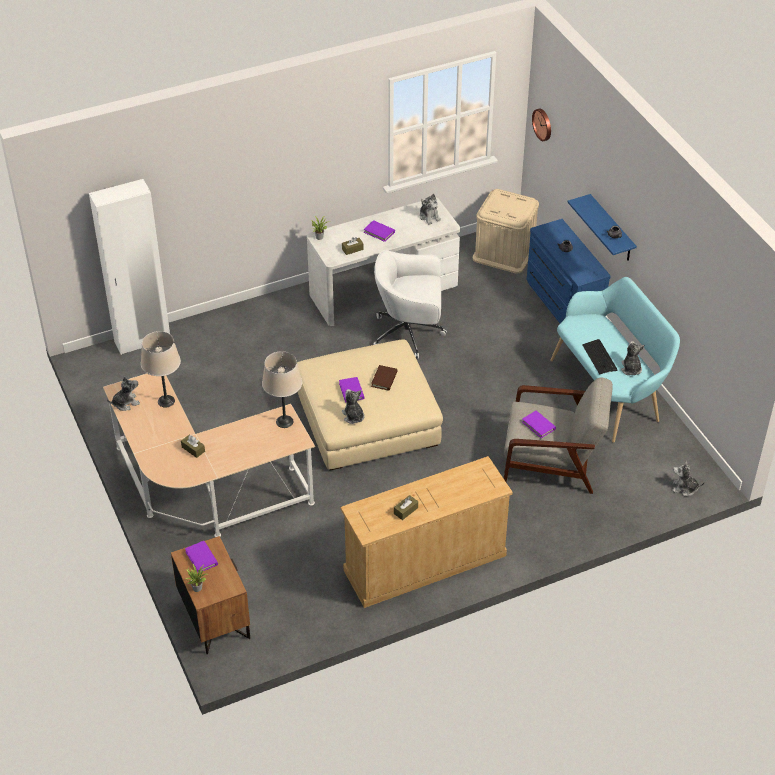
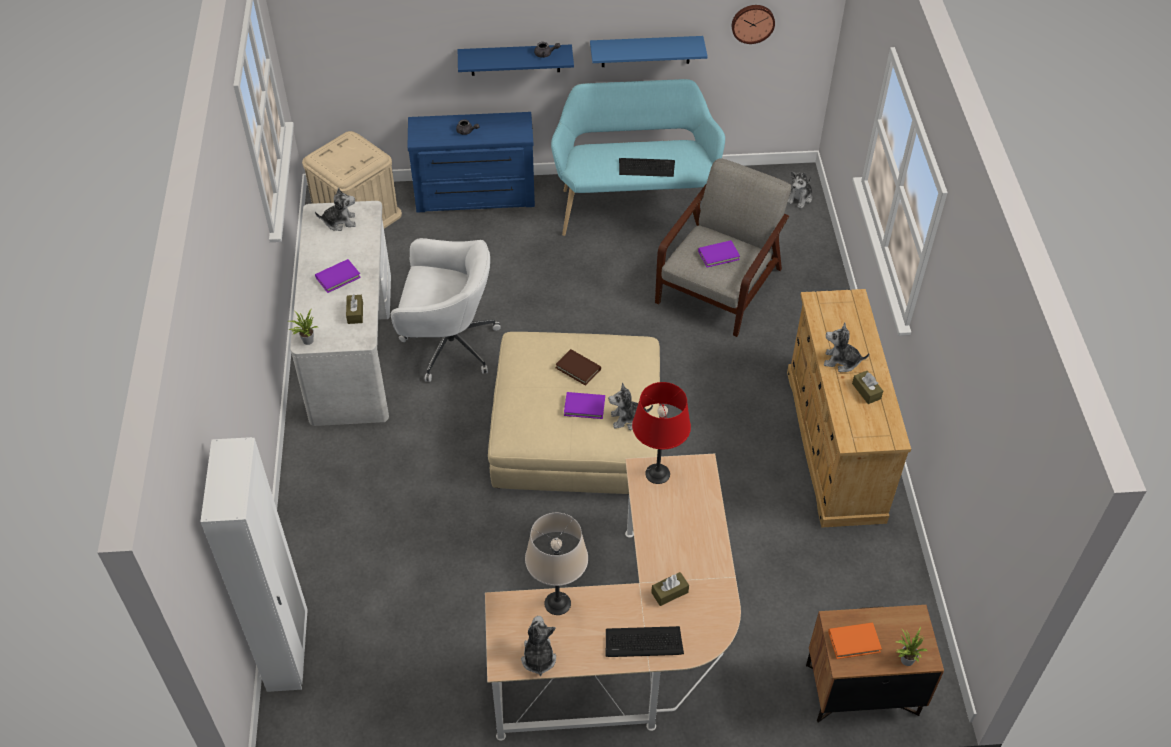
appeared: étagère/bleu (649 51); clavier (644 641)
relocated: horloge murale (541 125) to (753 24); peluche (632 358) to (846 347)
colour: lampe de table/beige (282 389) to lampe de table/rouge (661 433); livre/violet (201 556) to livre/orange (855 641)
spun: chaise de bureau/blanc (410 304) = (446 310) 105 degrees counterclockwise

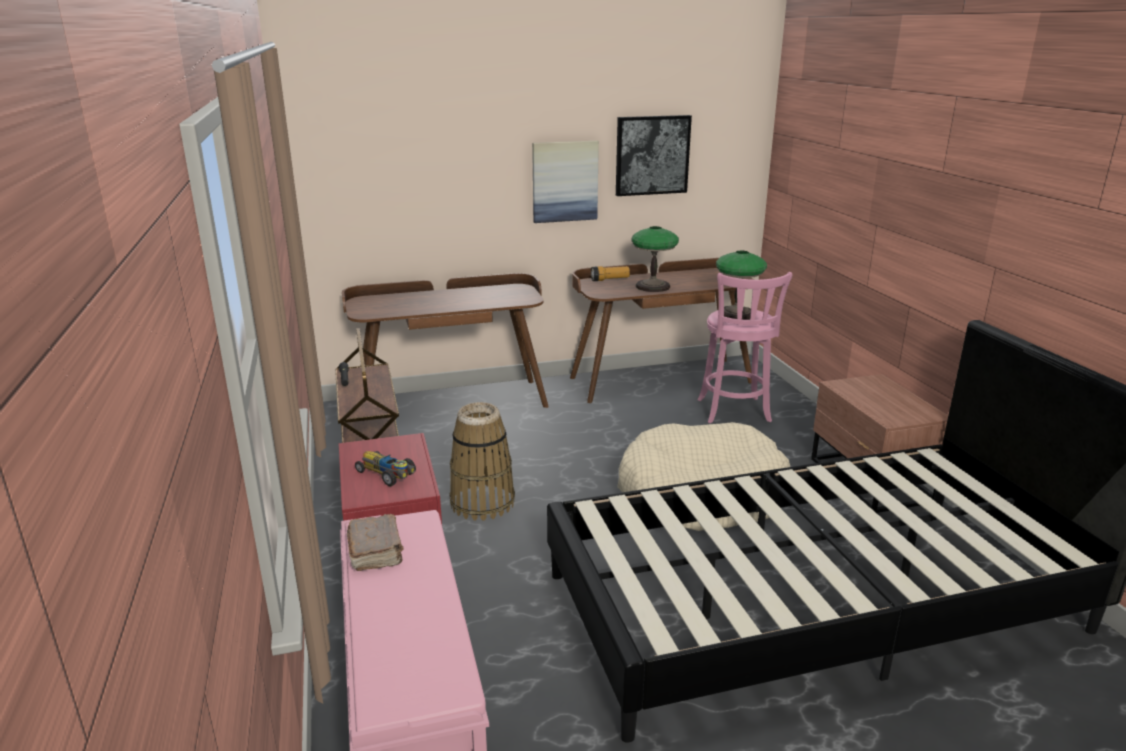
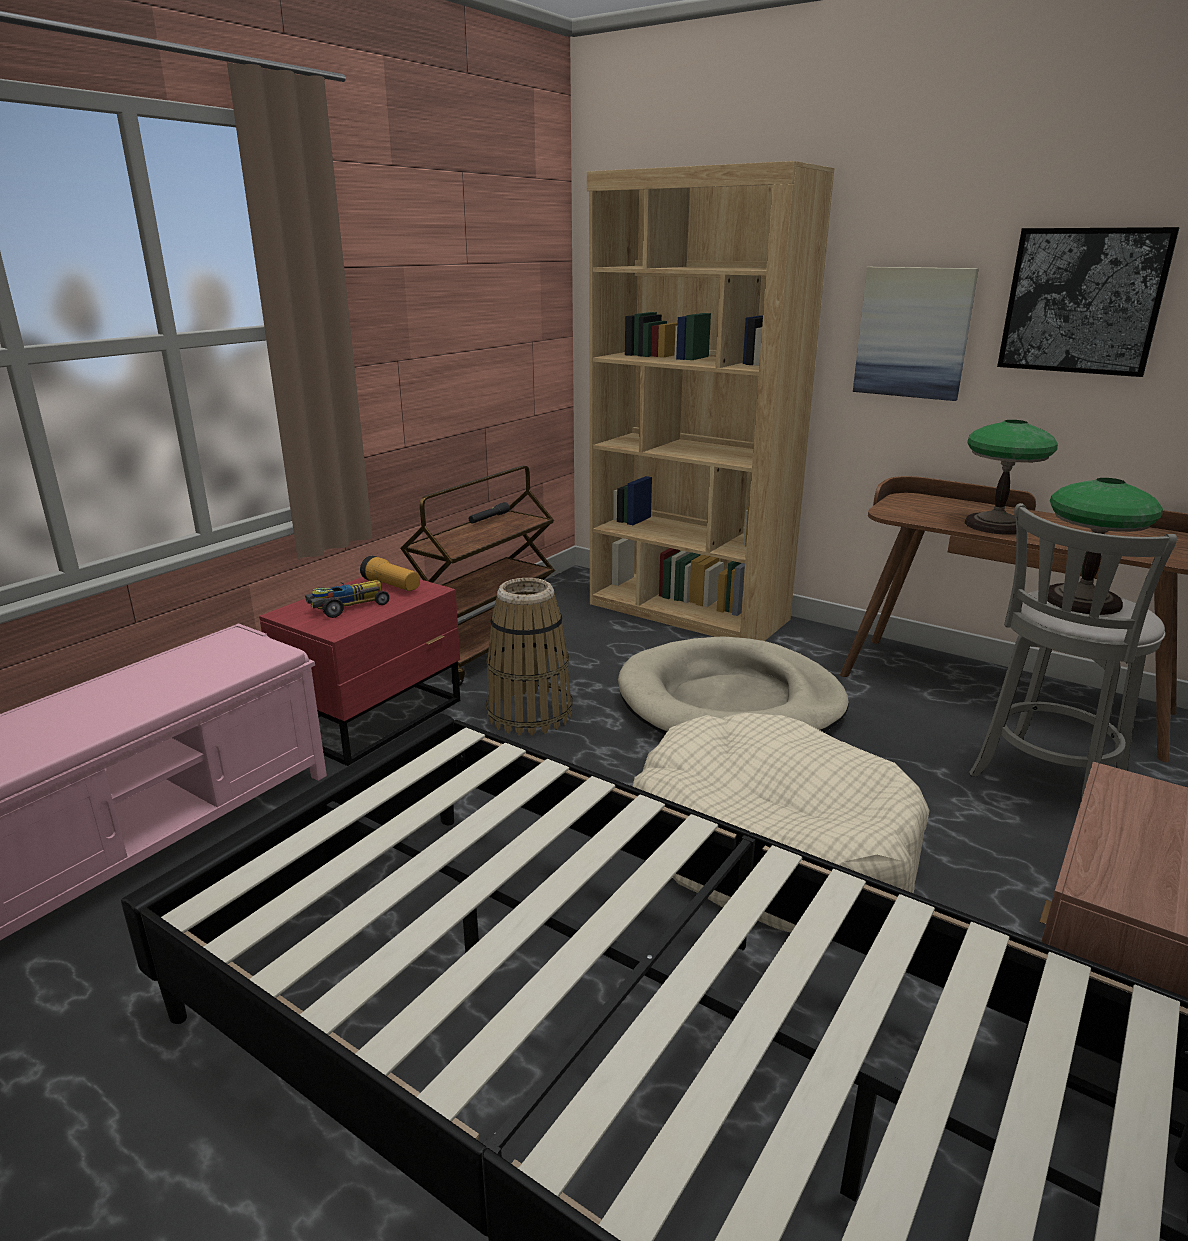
missing: livre/marron (375 542)
appeared: panier pour chien/beige (733 685)
relocated: lampe de poche (610 273) to (390 573)
exchanged: bureau/marron (445 340) to bibliothèque/marron (711 401)
colour: tabouret/rose (745 347) to tabouret/gris (1073 651)
spun: petite voiture (385 469) = (347 599) 60 degrees clockwise

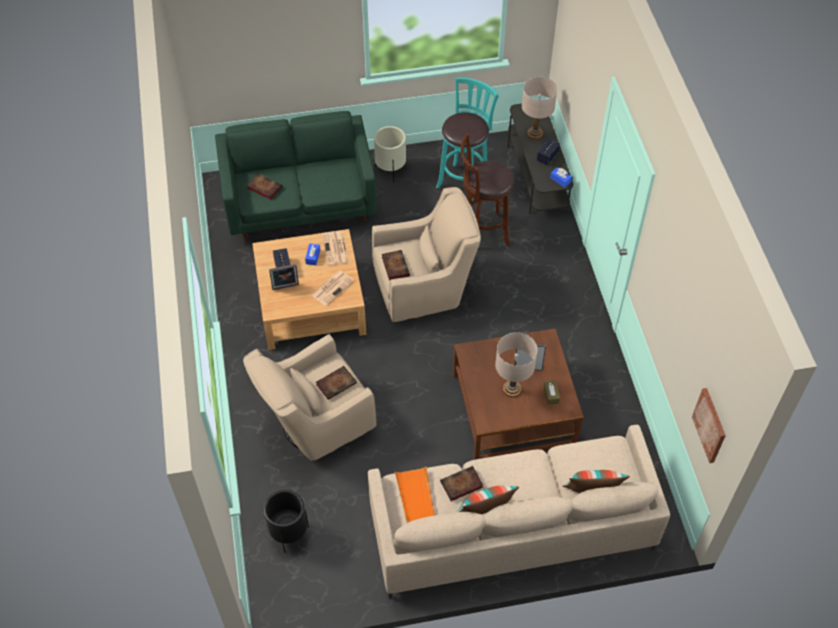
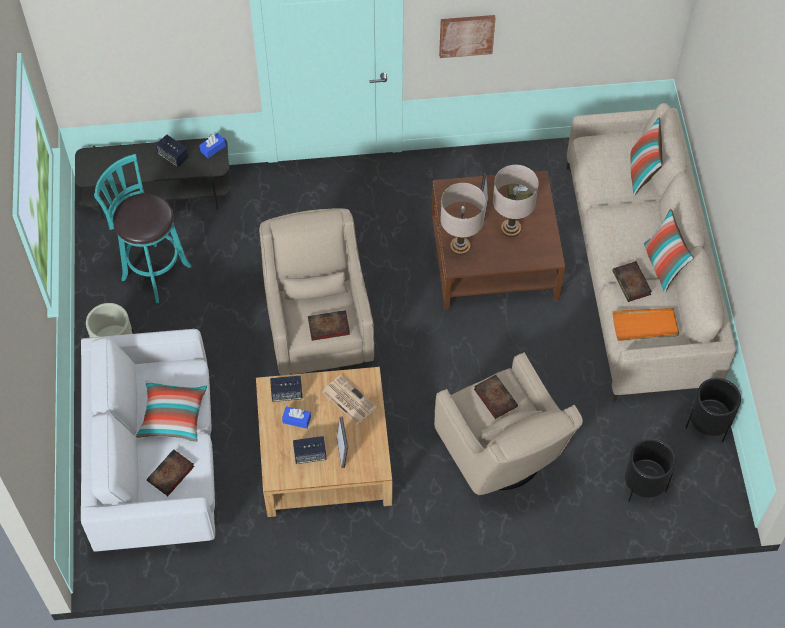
missing: tabouret/marron (487 189)
appeared: coussin (171 411); cache-pot/noir (713 410)
relocated: tableau (709 425) to (467 36); lampe de table/beige (539 108) to (463 219)
exchanged: journal (335 248) to enceinte (286 389)
colour: canapé/vert (296 175) to canapé/blanc (148 440)

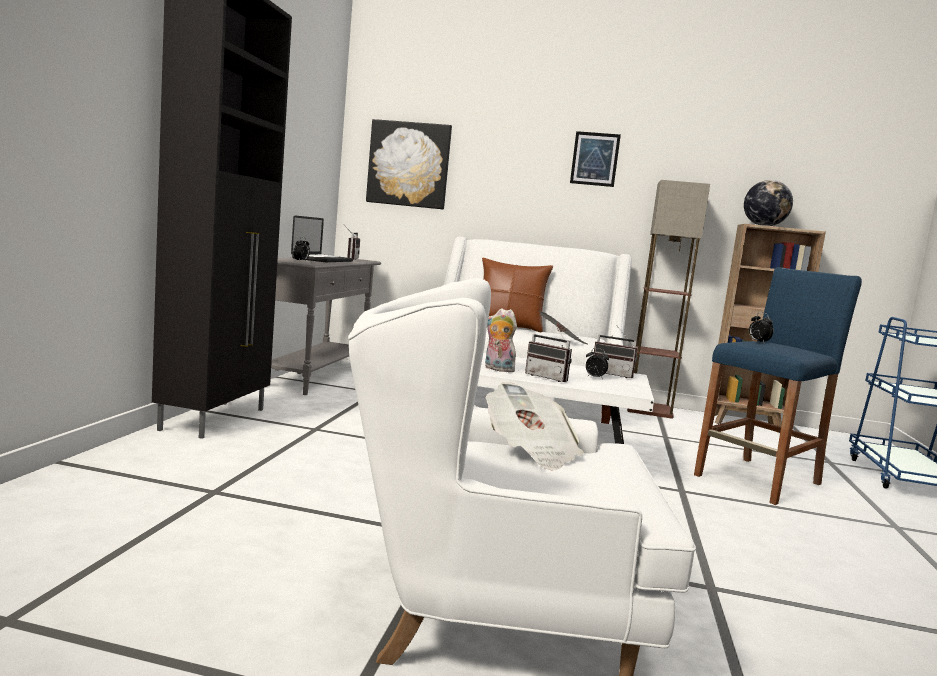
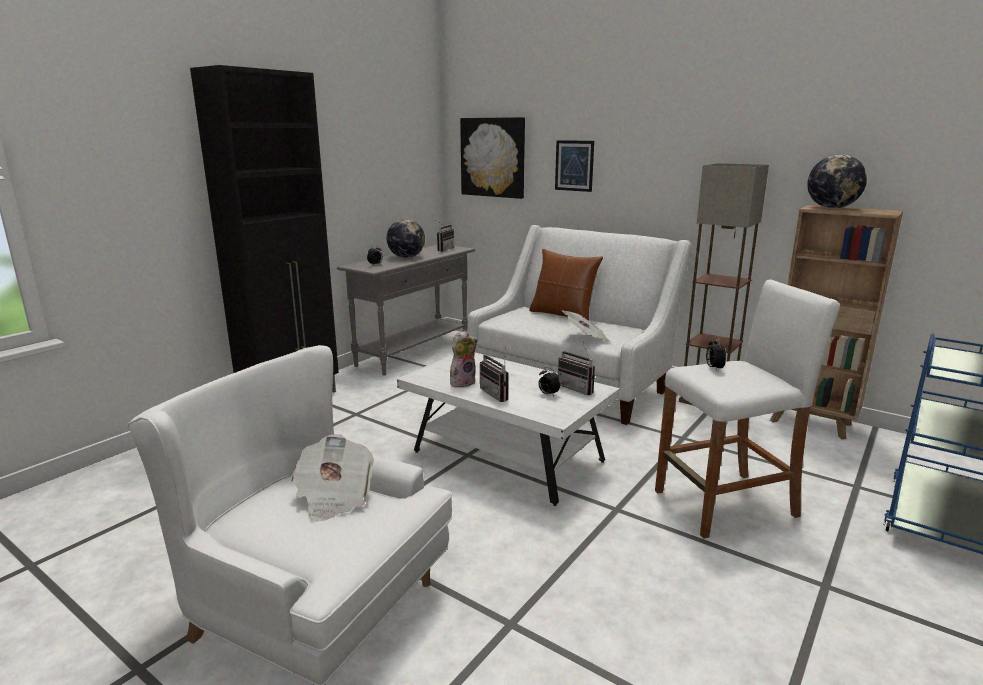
relocated: tableau (595 159) to (574 166)
exchanged: ordinateur portable (322 238) to globe (406 238)
colour: tabouret/bleu (778 386) to tabouret/blanc (747 409)
spun: peluche (501 340) = (464 359) 90 degrees clockwise

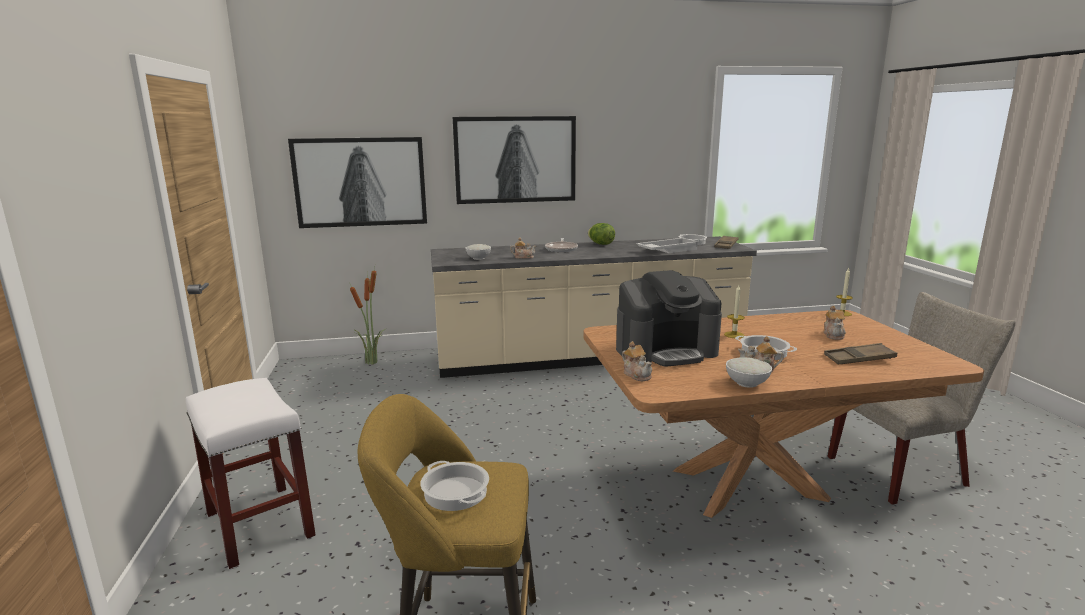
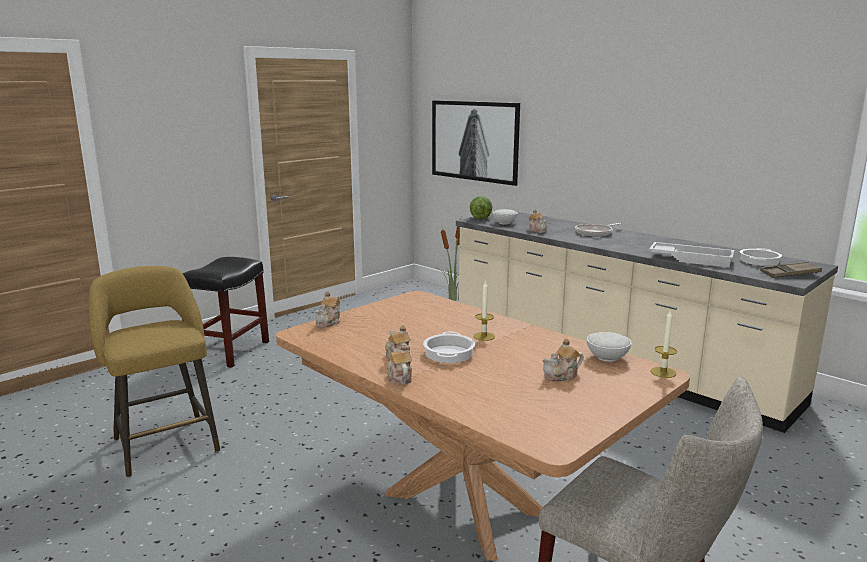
missing: marmite (454 486); tableau (514 160); machine à café (669 318); plateau/marron (860 353)
appeared: théière (399 364)
relocated: laitue (601 234) to (481 207); bol/blanc (749 372) to (609 347)
colour: tabouret/blanc (251 474) to tabouret/noir (225 312)

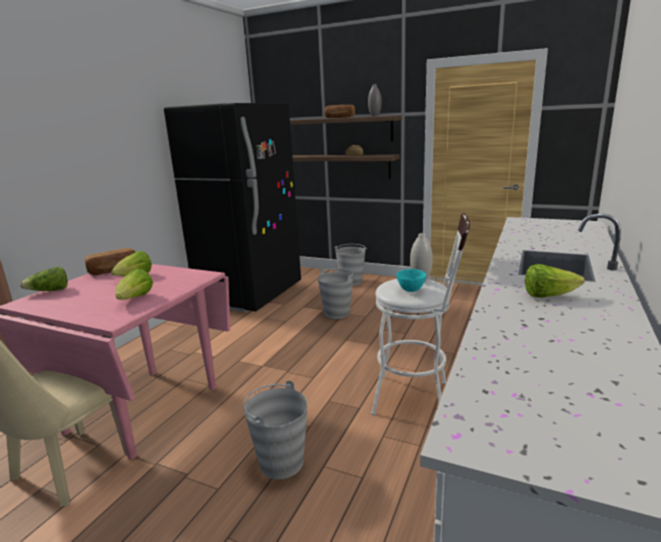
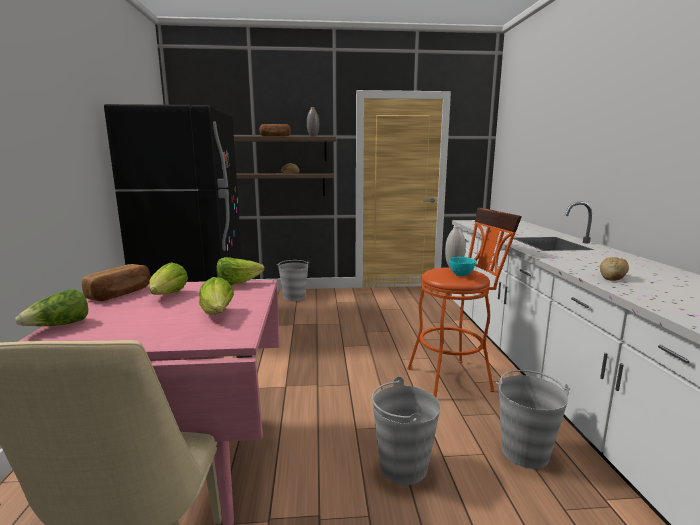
appeared: pain (614 269)
relocated: laitue (555 281) to (241 271); seau/gris (335 293) to (533 419)
colour: tabouret/blanc (420 314) to tabouret/orange (464 302)

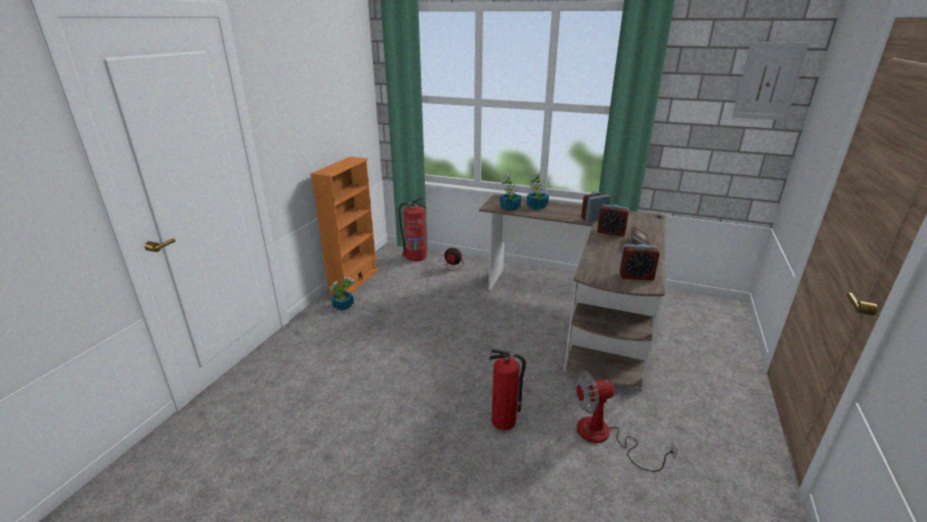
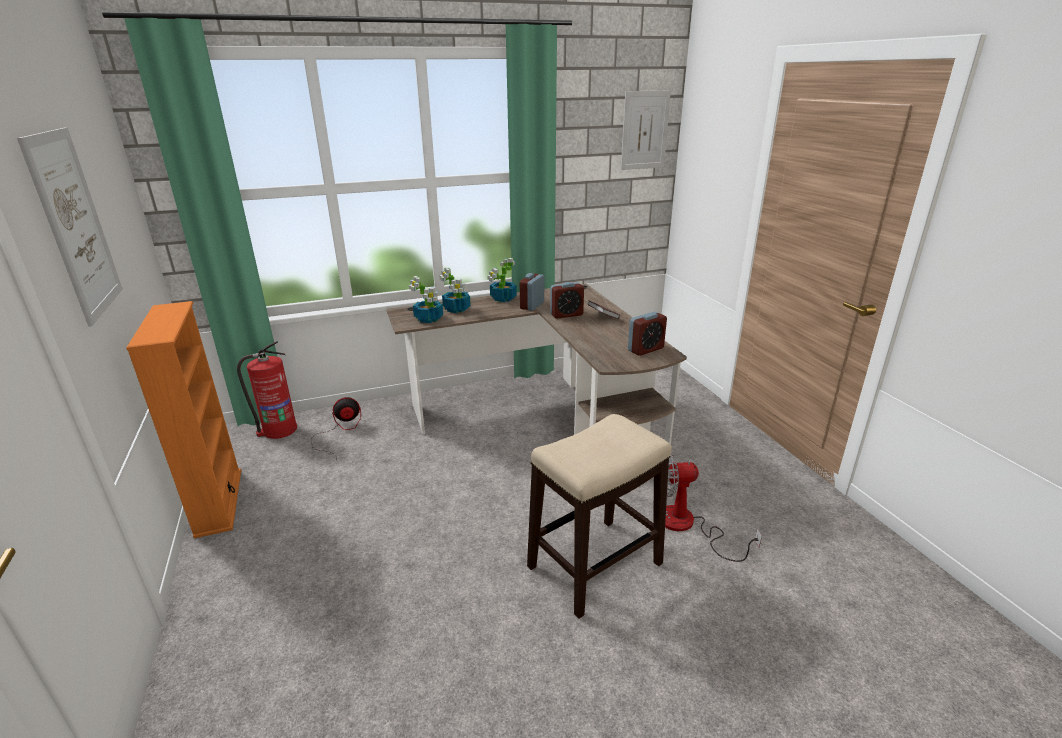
appeared: tableau (70 227)
relocated: plante en pot (342 294) to (502 280)
exchanged: extincteur (507 389) to tabouret (599 516)
spun: ventilateur (626 421) = (713 508) 45 degrees clockwise

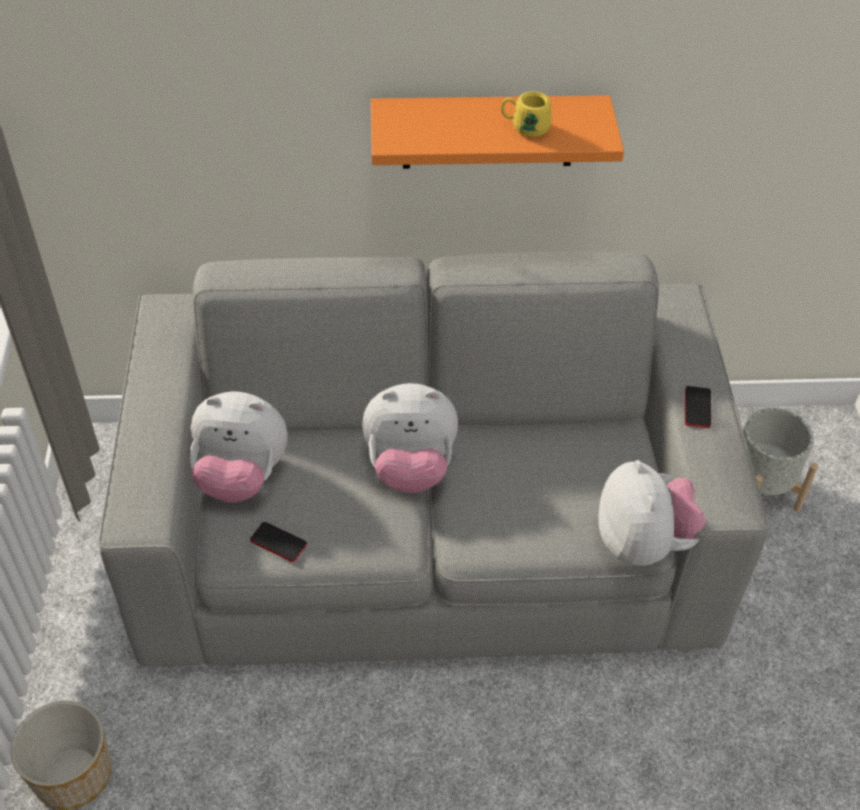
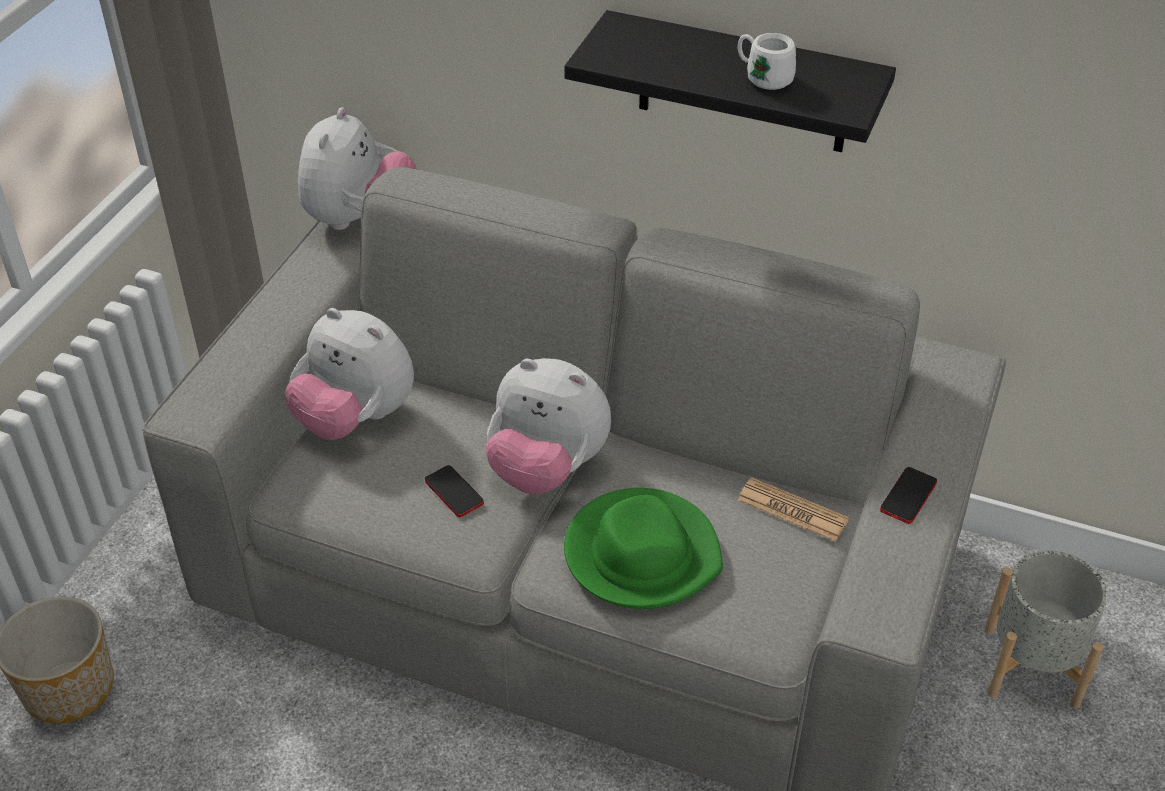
appeared: chapeau/vert (643 548); journal (793 509)
relocated: peluche (652 513) to (357 168); téléphone (278 542) to (454 491)
colour: étagère/orange (497 132) to étagère/noir (730 81); mug/jaune (526 114) to mug/blanc (767 61)

